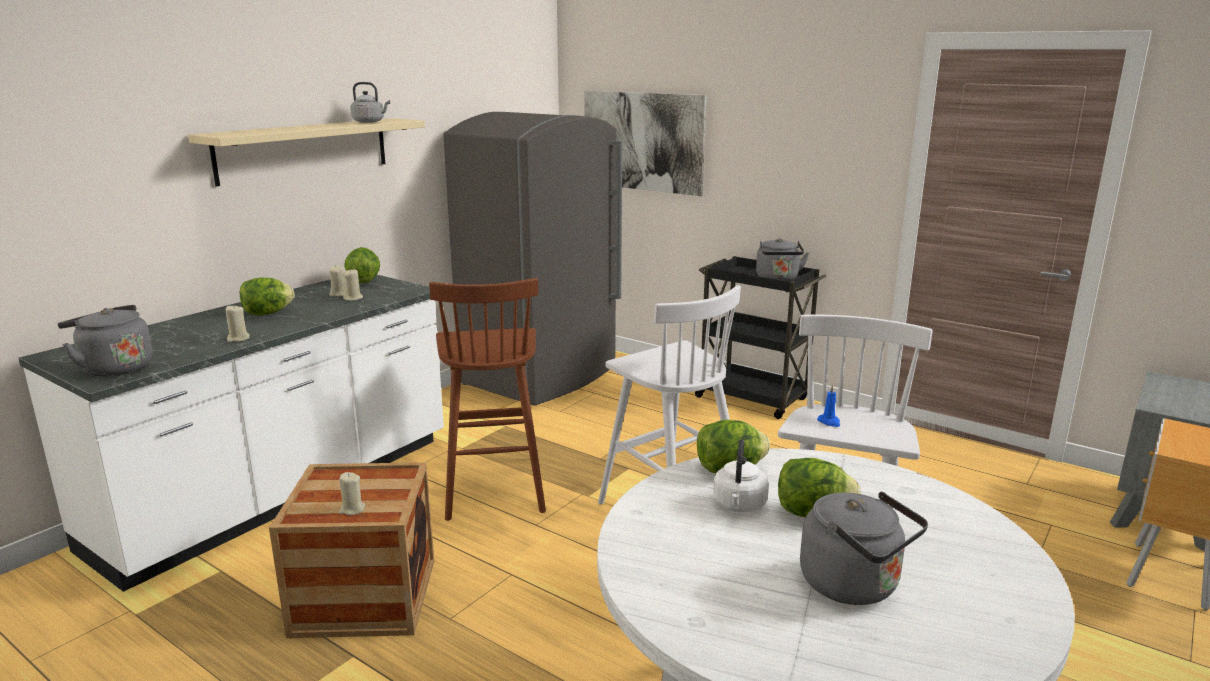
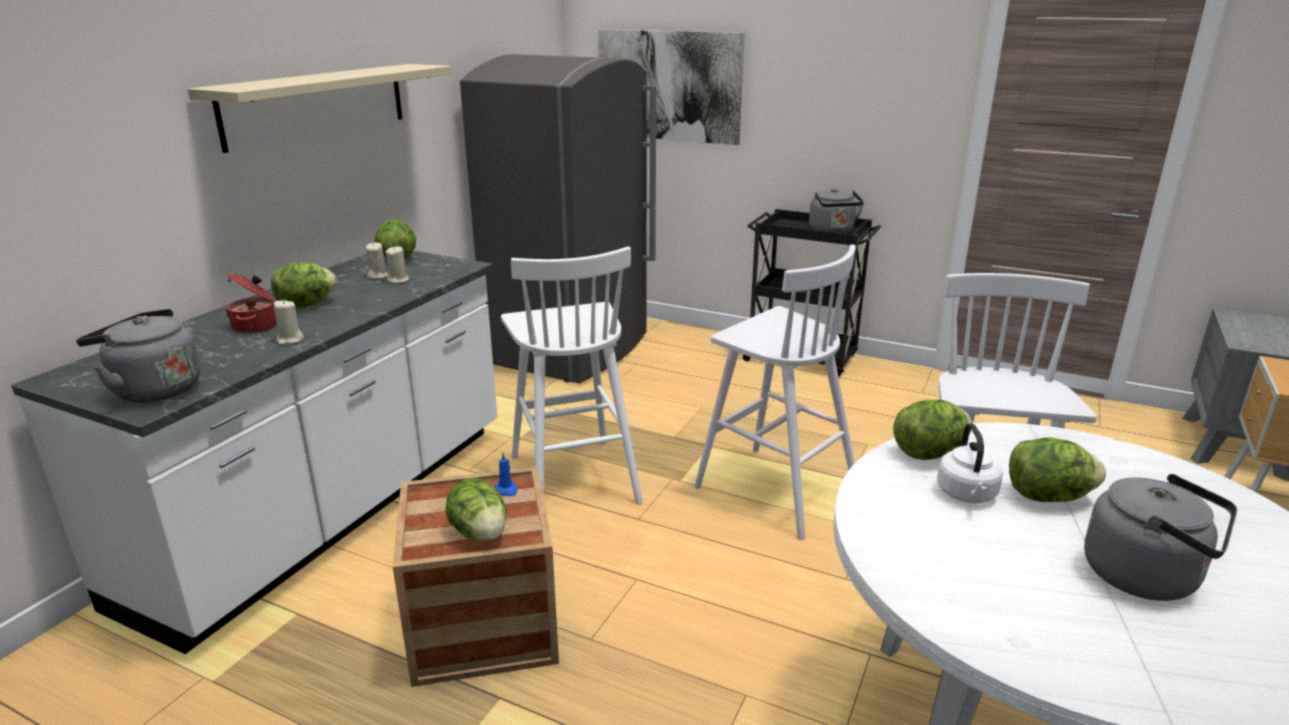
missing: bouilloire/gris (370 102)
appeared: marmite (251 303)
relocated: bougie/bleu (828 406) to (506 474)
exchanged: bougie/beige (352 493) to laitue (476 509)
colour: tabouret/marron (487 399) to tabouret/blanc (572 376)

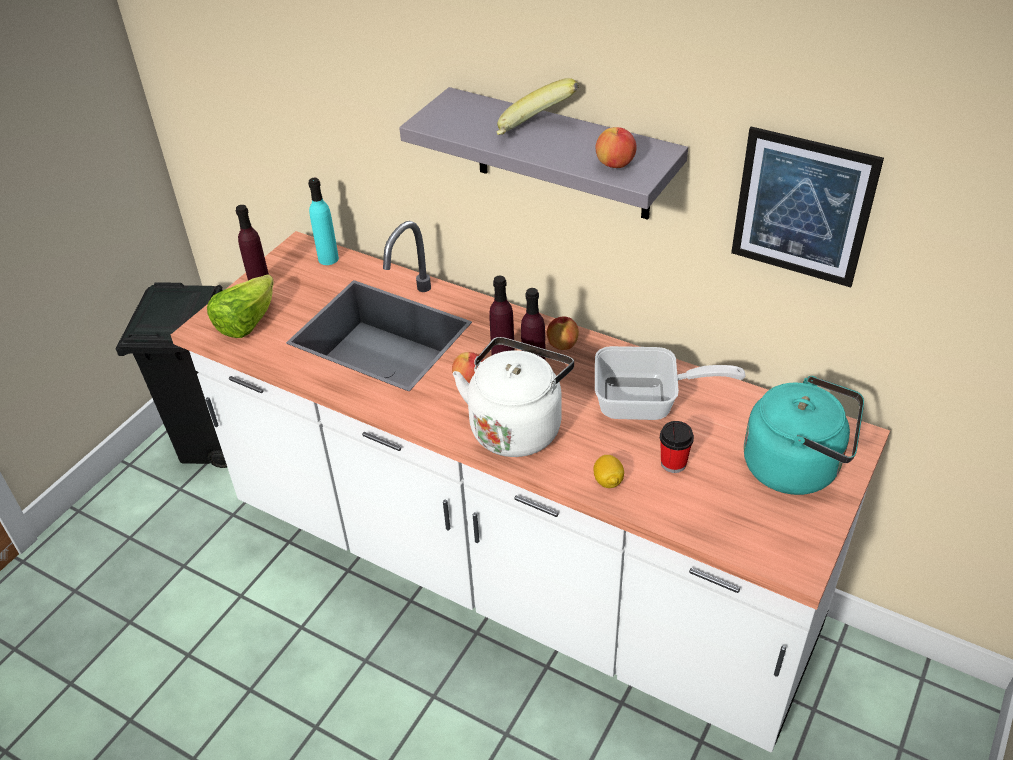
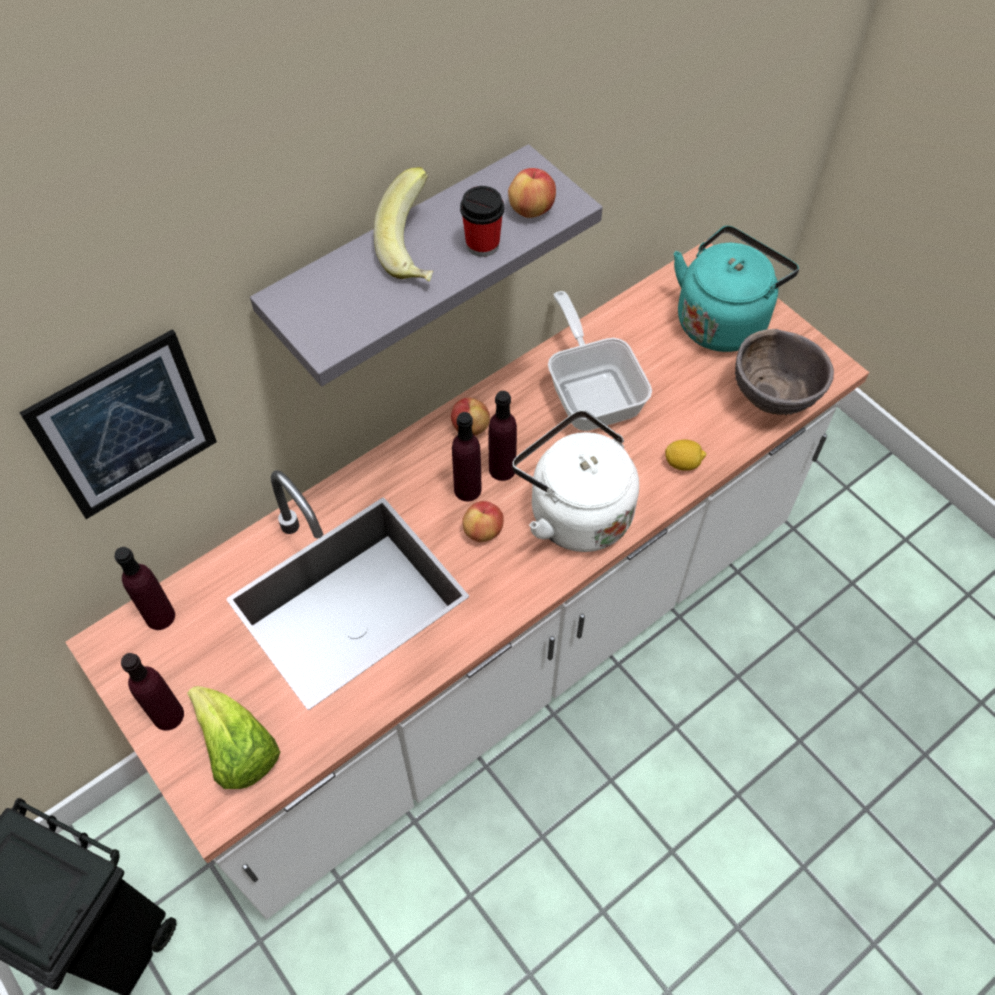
appeared: bol/marron (784 372)
relocated: tableau (807 206) to (118 424); tasse (677 447) to (482 221)
colour: bouteille/turquoise (323 221) to bouteille/violet (144 588)
spun: poêle (670 383) = (600 361) 45 degrees counterclockwise

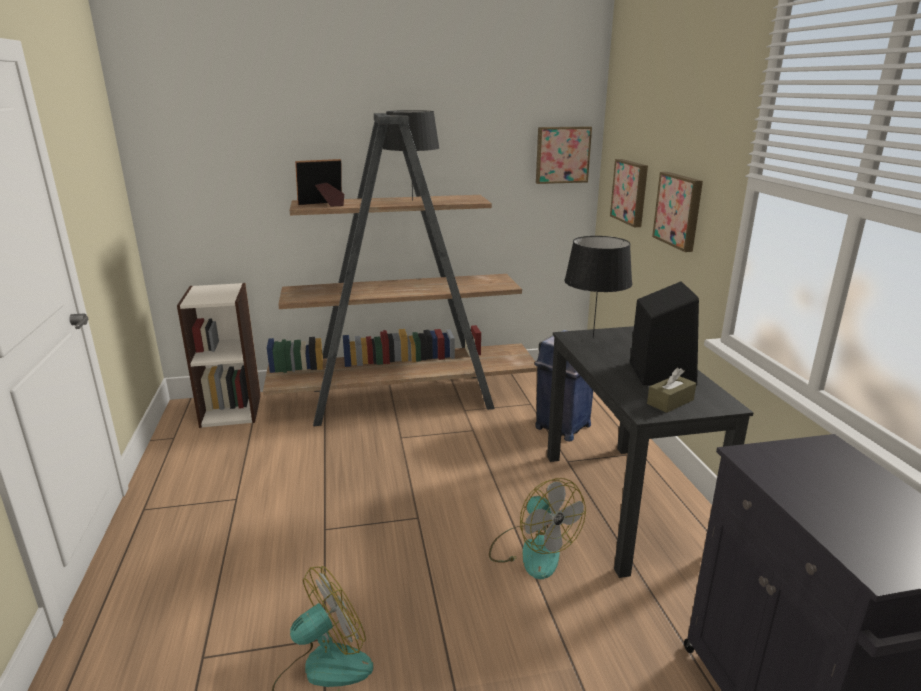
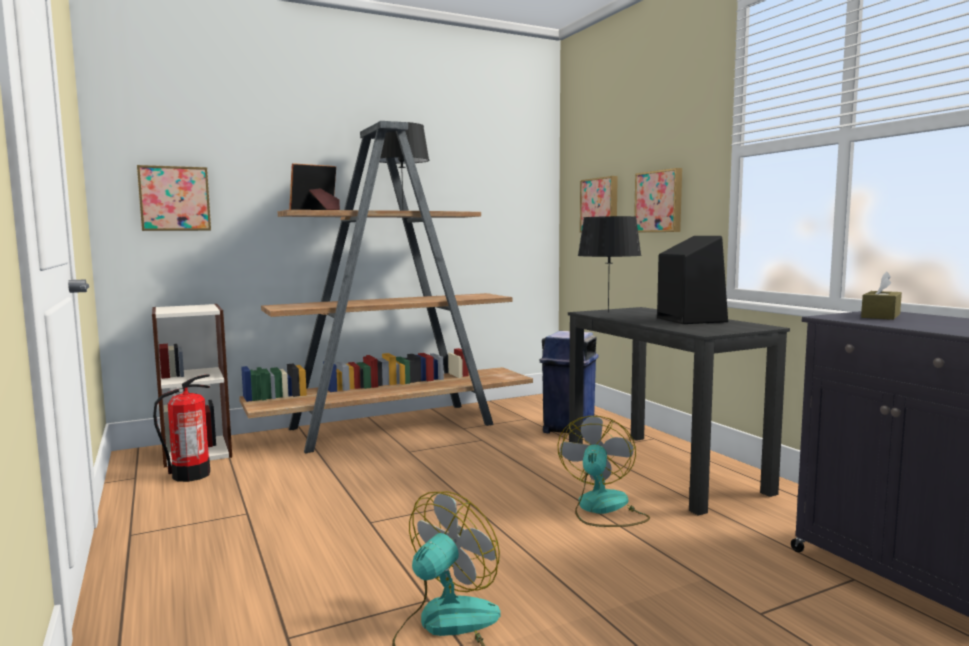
appeared: extincteur (181 428)
relocated: tableau (564 155) to (174 198); boîte à mouchoirs/marron (671 390) to (881 295)
spun: ventilateur (537 528) = (604 471) 120 degrees counterclockwise

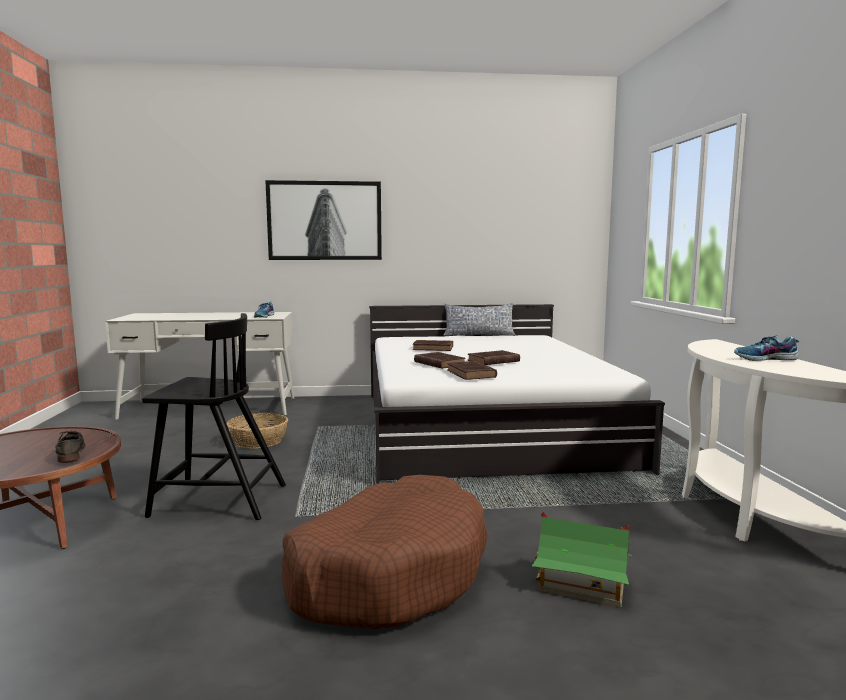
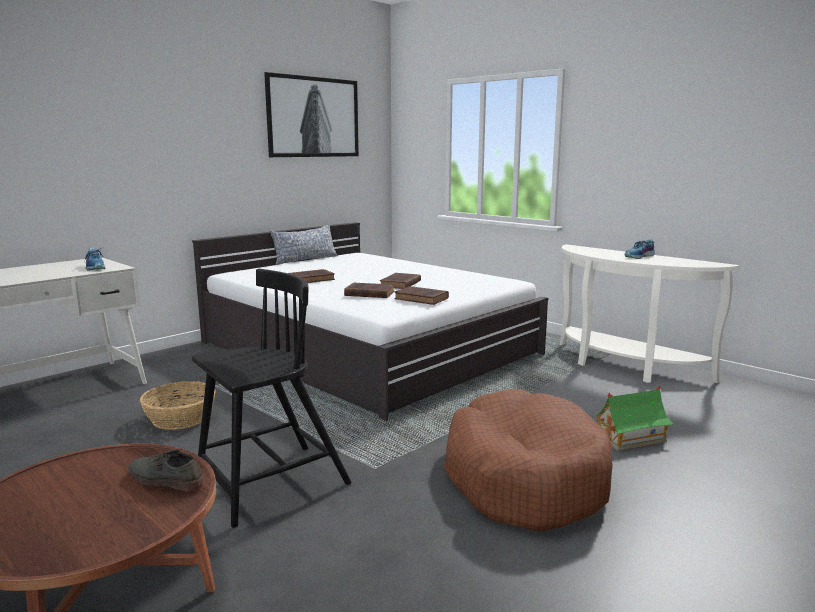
relocated: tableau (323 220) to (311 114)

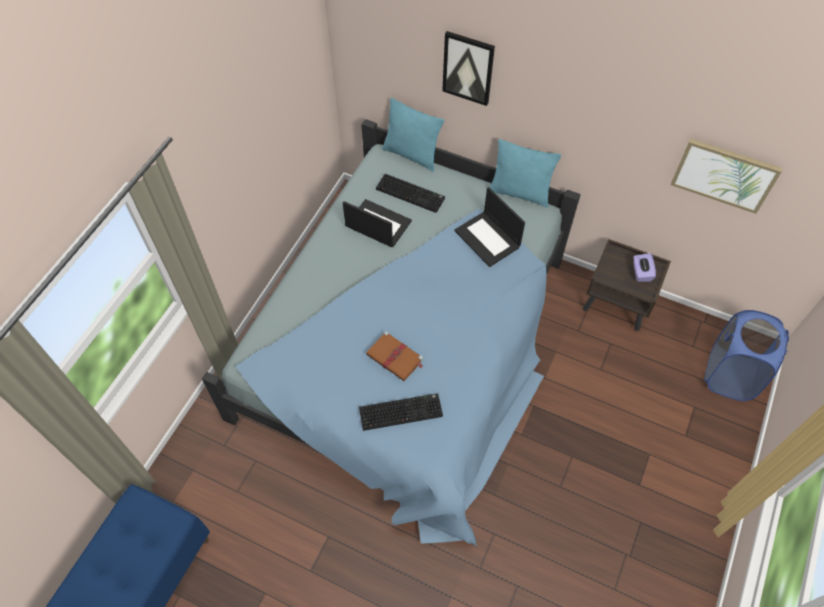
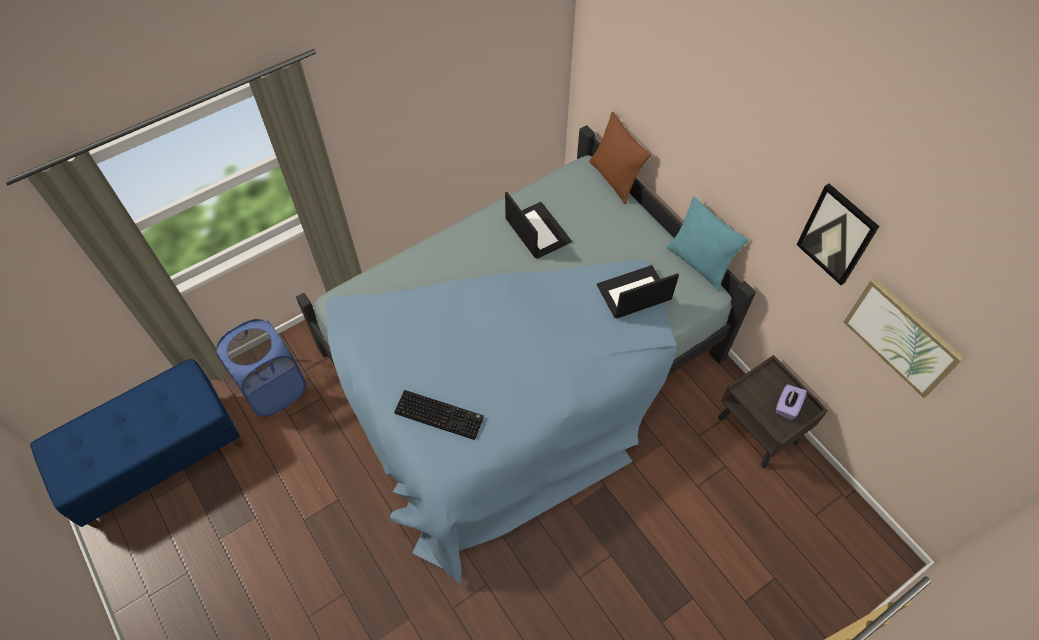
missing: livre/marron (394 356); clavier (410 193)
relocated: panier à linge/bleu (746 355) to (261 368); tableau (468 68) to (838 234)
colour: coussin/turquoise (413 135) to coussin/marron (620 158)
spun: ordinateur portable (489 227) = (638 292) 75 degrees clockwise

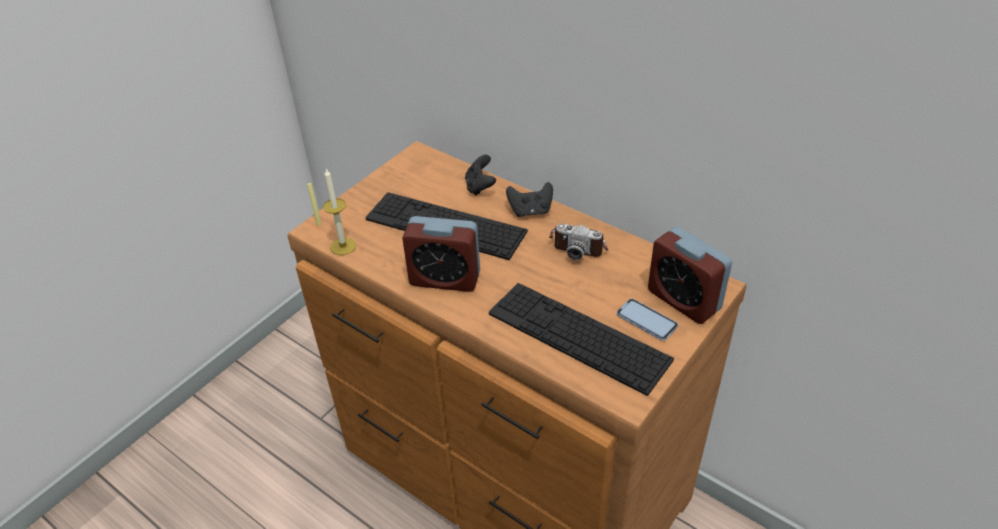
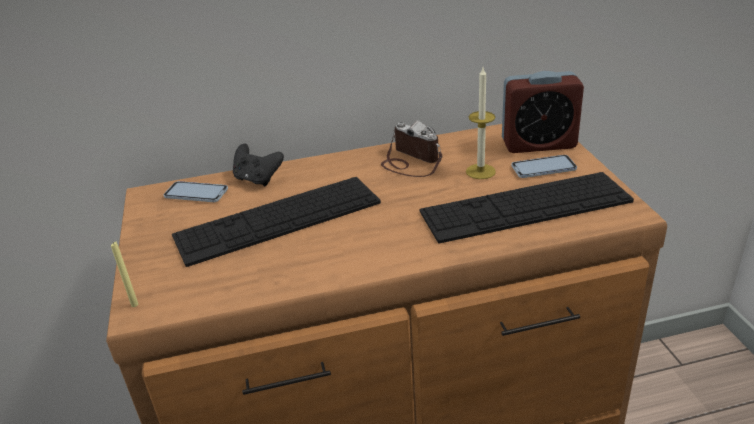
missing: réveil (441 254); manette/noir (529 199)
appeared: téléphone (195 191)
relocated: bougie (339 212) to (481 123)
spun: appareil photo (578 241) = (411 148) 105 degrees counterclockwise

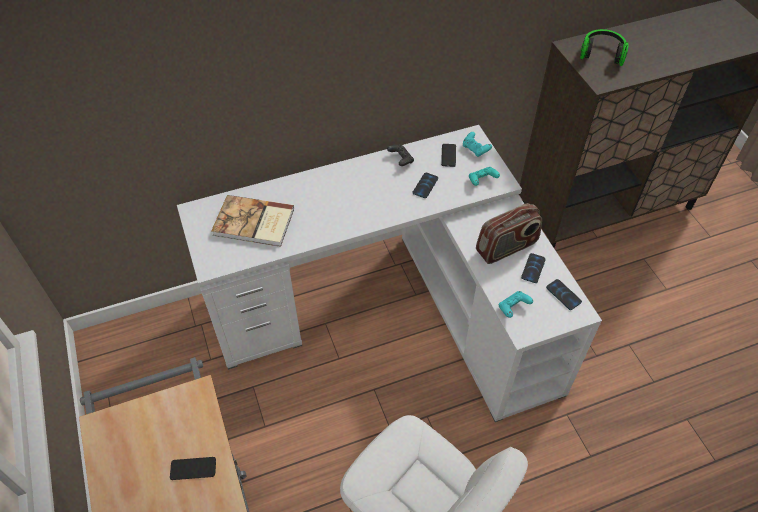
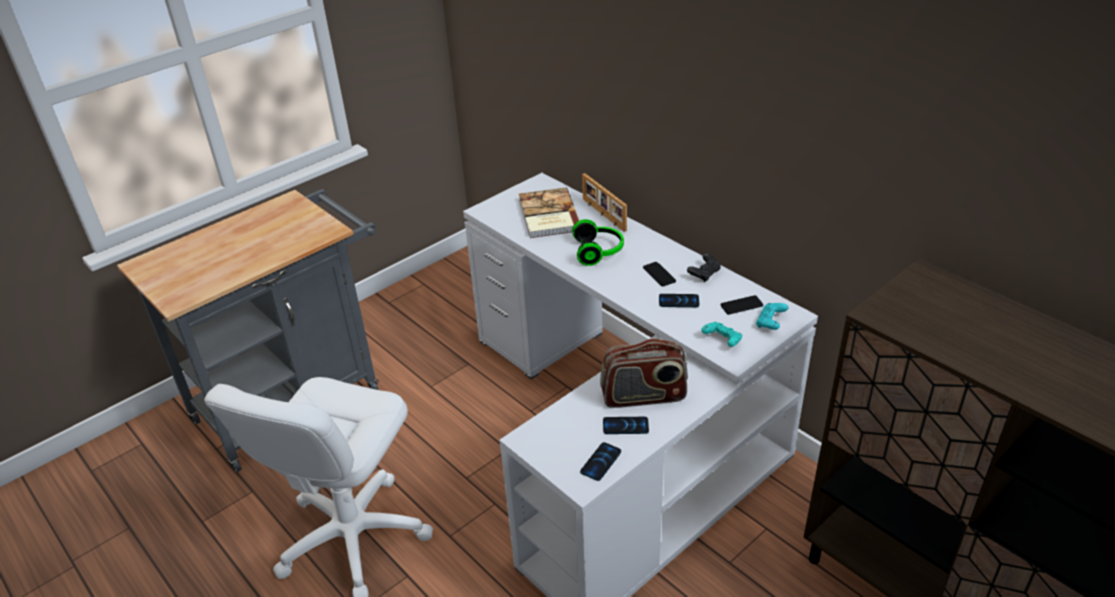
missing: manette/turquoise (516 304)
appeared: cadre photo (604 202)
relocated: casque audio (604 47) to (598 242); téléphone (193 468) to (659 274)
spun: radio (509 233) = (644 373) 45 degrees counterclockwise

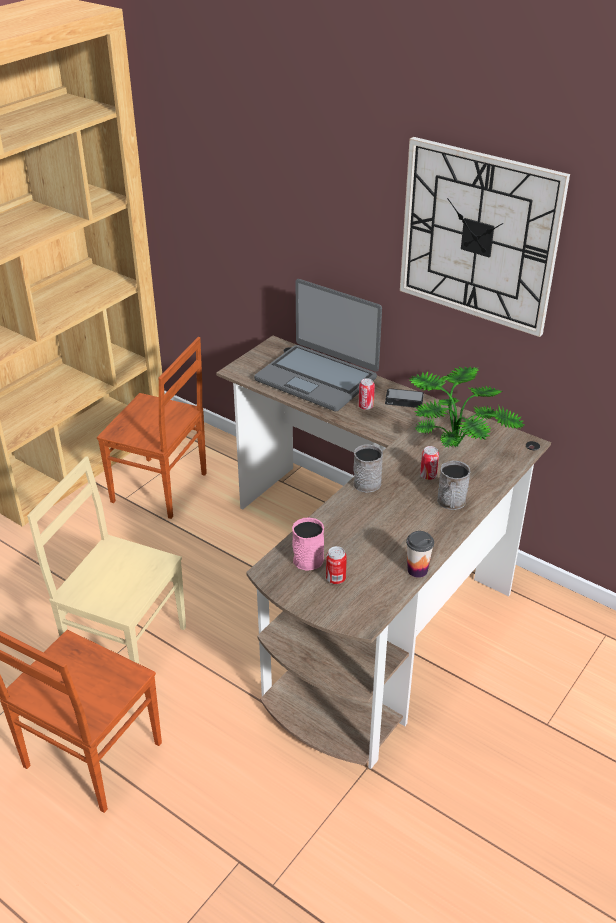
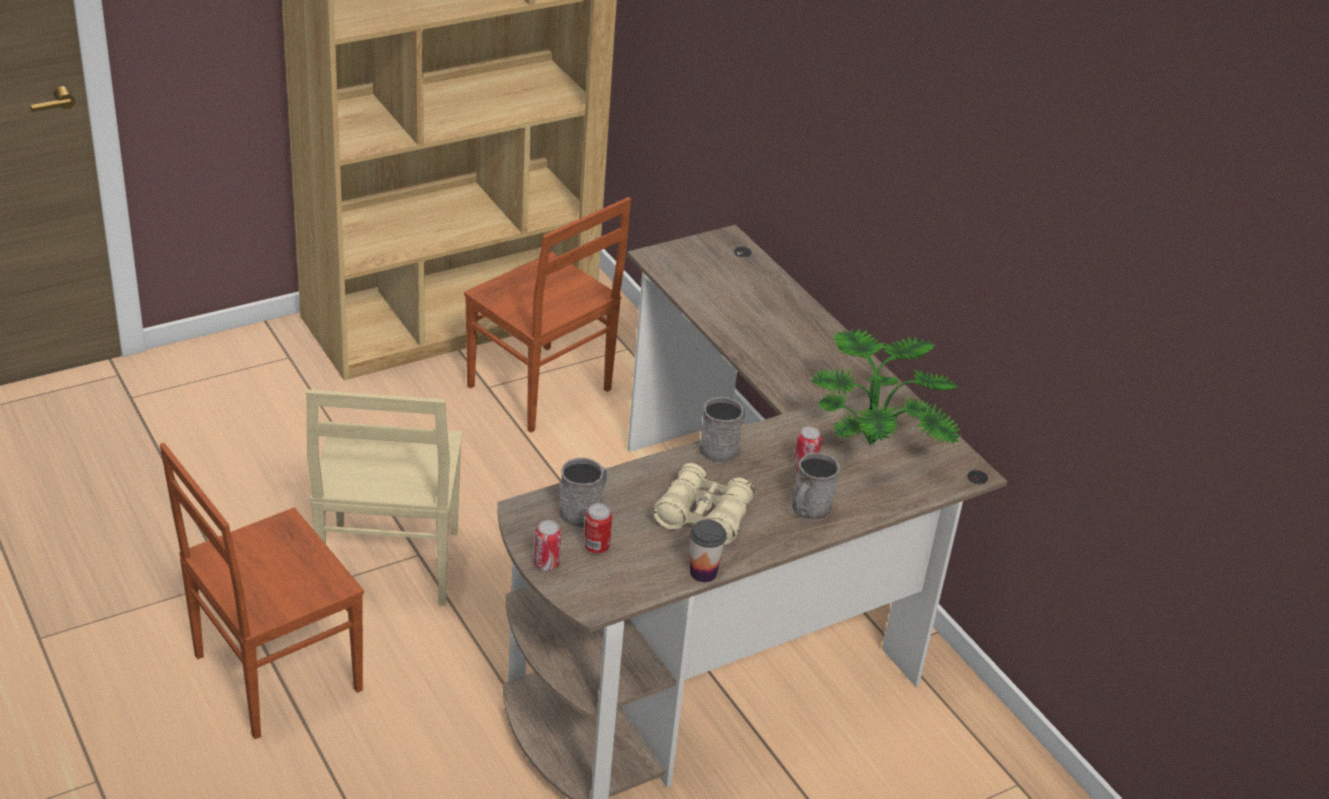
missing: ordinateur portable (318 345); téléphone (404 398); horloge murale (485 237)
appeared: jumelles/beige (704 504)
relocated: boîte métallique (366 394) to (547 545)
colour: mug/rose (308 544) to mug/gris (583 492)
spun: chaise/beige (106 560) = (384 497) 135 degrees counterclockwise

